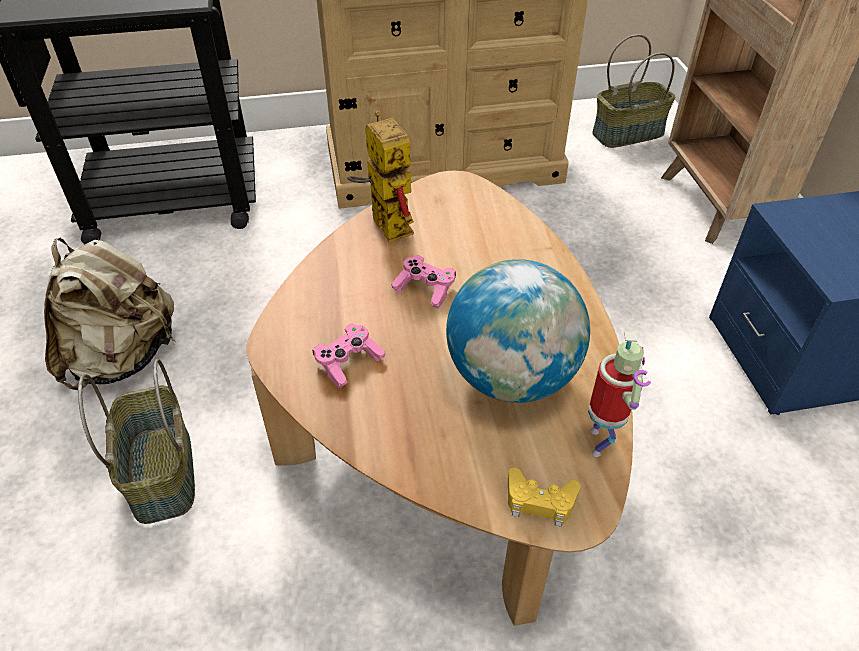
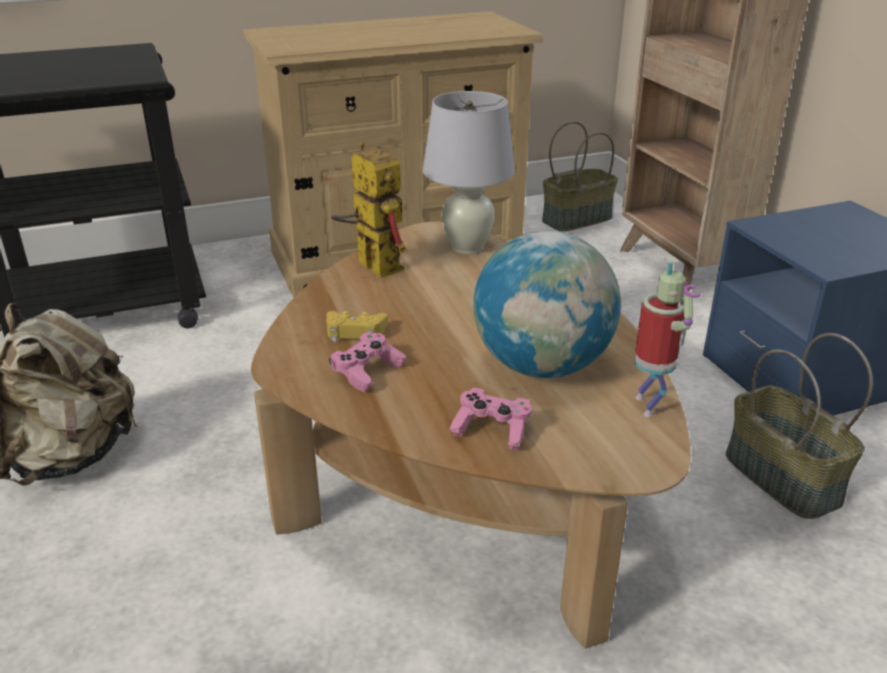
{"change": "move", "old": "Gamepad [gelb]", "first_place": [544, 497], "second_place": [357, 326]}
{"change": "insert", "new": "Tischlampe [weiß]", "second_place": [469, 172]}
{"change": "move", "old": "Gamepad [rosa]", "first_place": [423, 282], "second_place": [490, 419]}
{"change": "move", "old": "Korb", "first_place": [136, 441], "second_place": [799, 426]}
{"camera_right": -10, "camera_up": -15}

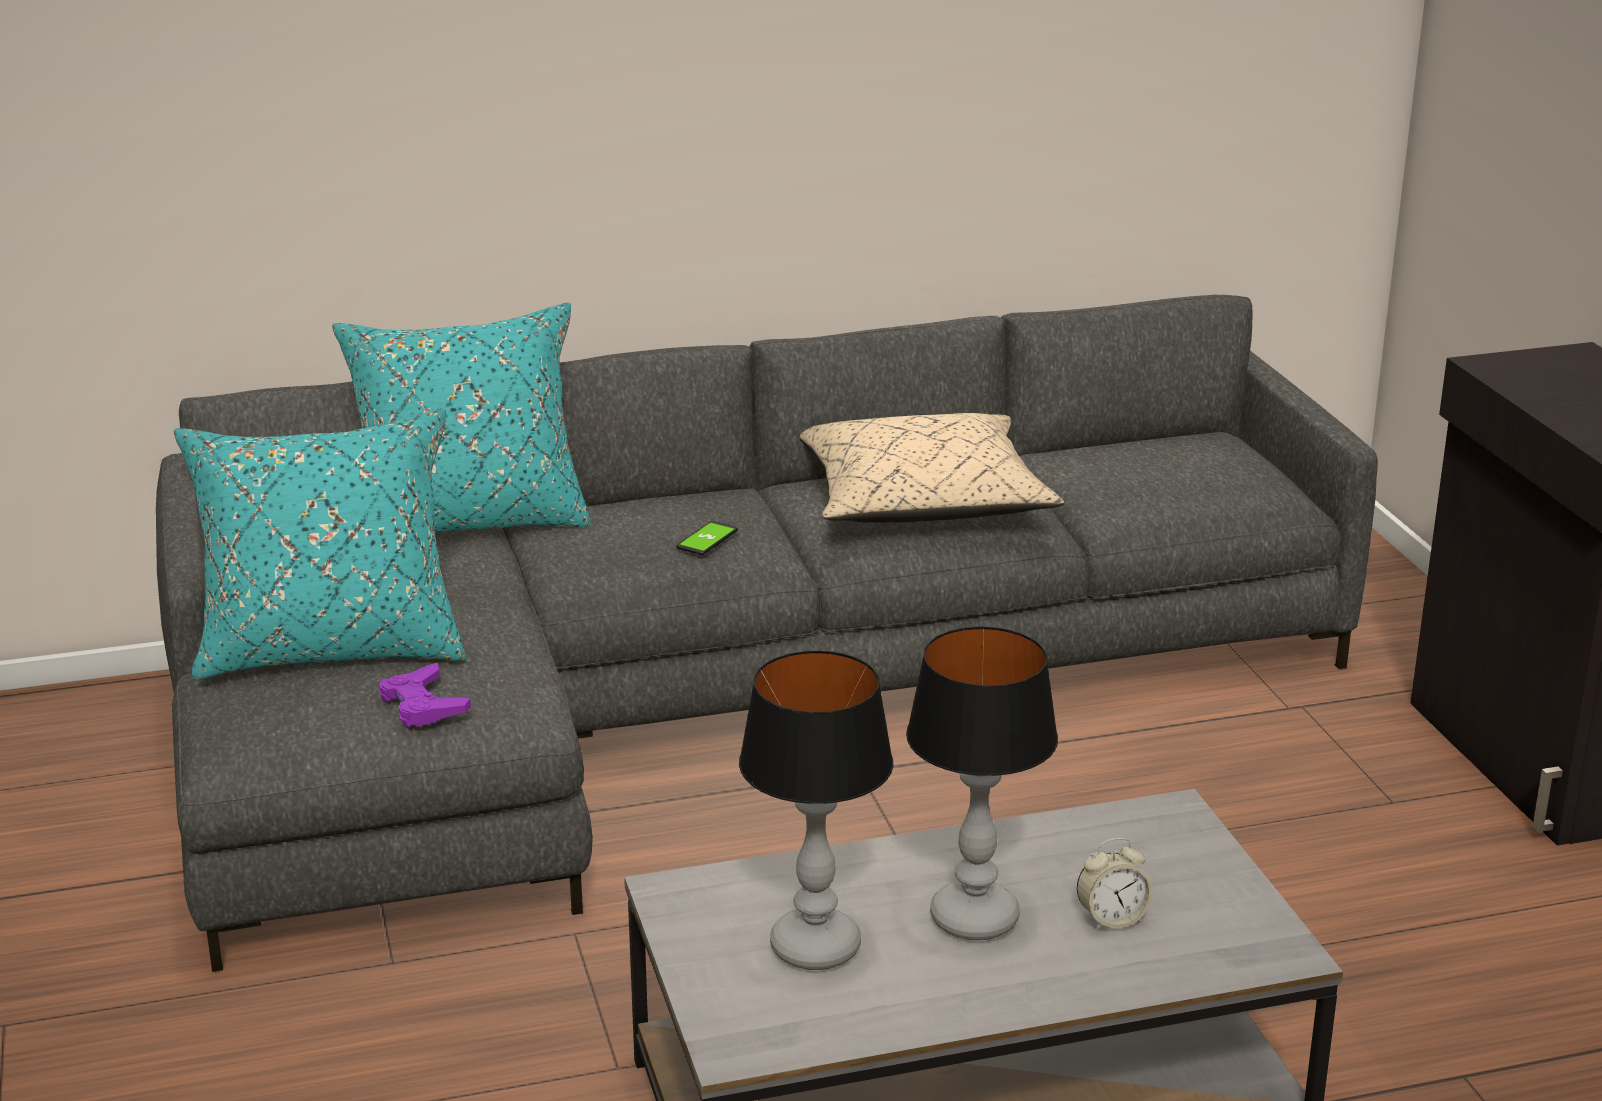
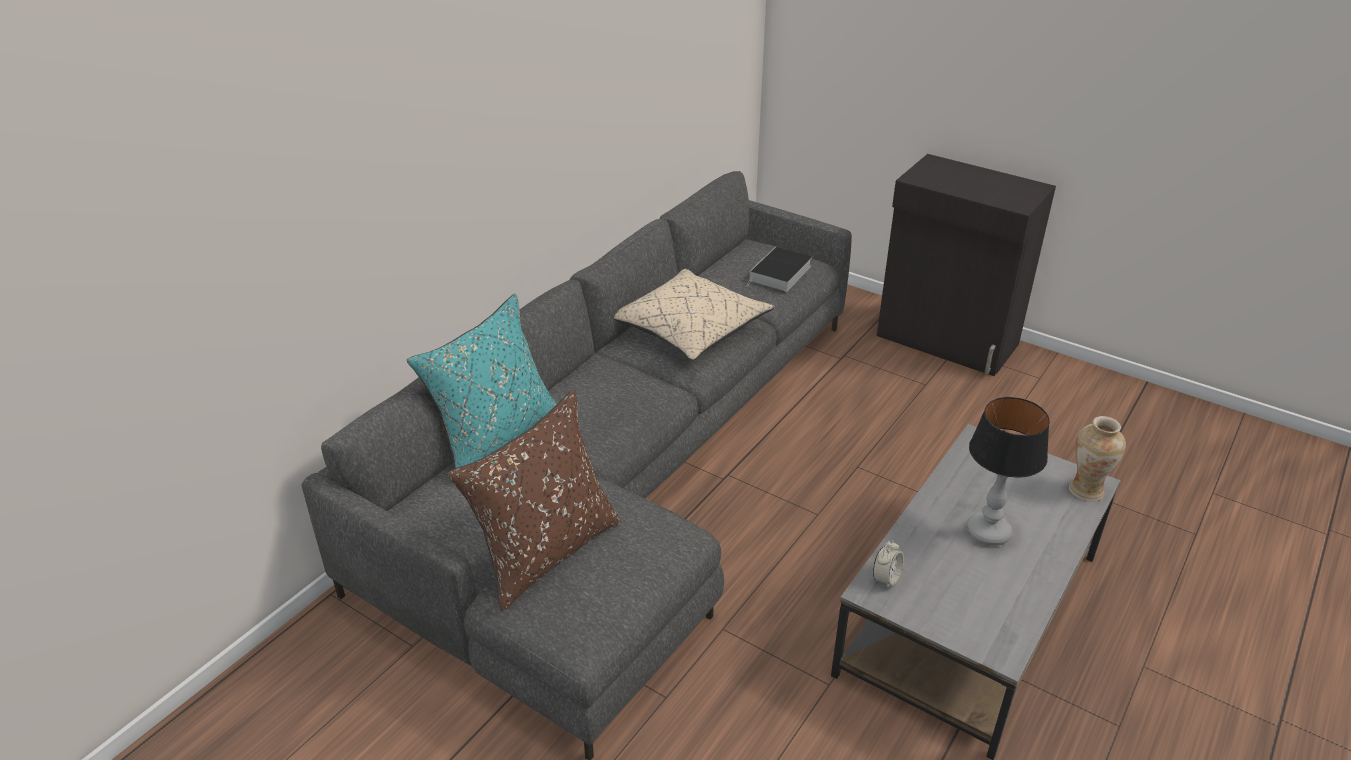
{"change": "recolor", "old": "Kissen [türkis]", "new": "Kissen [braun]", "first_place": [320, 543], "second_place": [533, 500]}
{"change": "insert", "new": "Buch", "second_place": [779, 269]}
{"change": "move", "old": "Wecker", "first_place": [1115, 884], "second_place": [888, 564]}
{"change": "insert", "new": "Vase", "second_place": [1097, 459]}
{"change": "delete", "old": "Gamepad [lila]", "first_place": [425, 695]}
{"change": "delete", "old": "Handy", "first_place": [707, 538]}
{"change": "delete", "old": "Tischlampe", "first_place": [816, 810]}
{"camera_right": -40, "camera_up": 10}

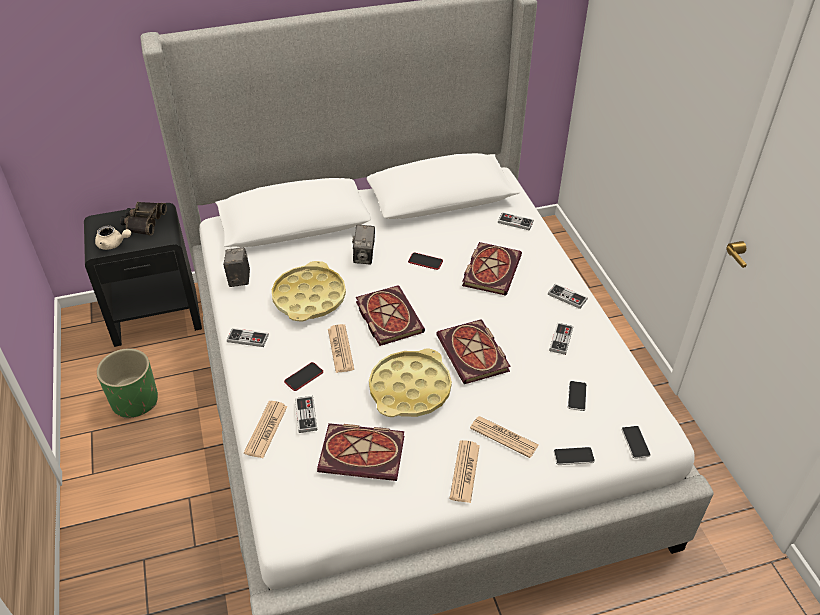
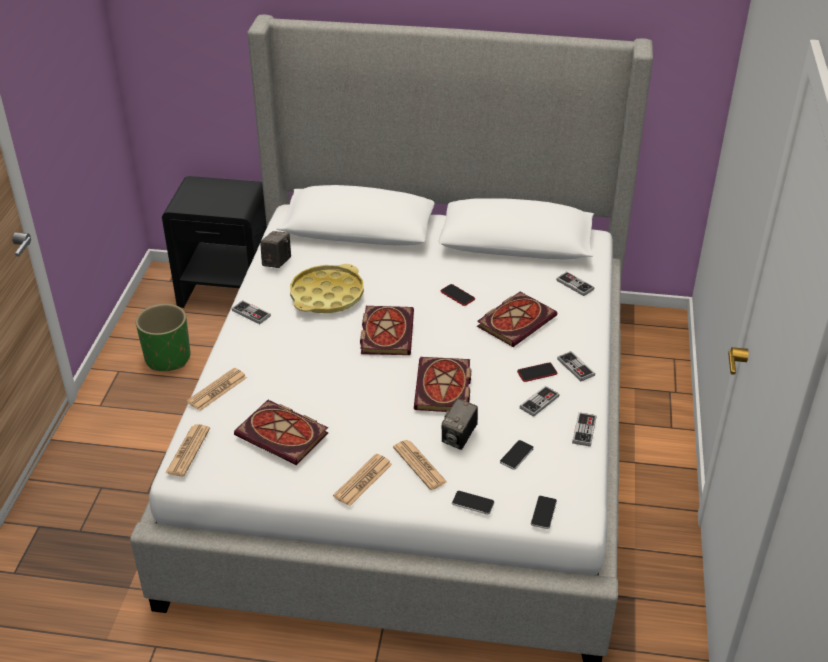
{"change": "move", "old": "Zeitung", "first_place": [341, 348], "second_place": [188, 450]}
{"change": "move", "old": "Kamera", "first_place": [363, 244], "second_place": [460, 424]}
{"change": "move", "old": "Handy", "first_place": [303, 376], "second_place": [537, 372]}
{"change": "move", "old": "Gamepad", "first_place": [306, 414], "second_place": [584, 429]}
{"change": "delete", "old": "Teekanne [beige]", "first_place": [113, 238]}
{"change": "delete", "old": "Fernglas", "first_place": [143, 219]}
{"change": "delete", "old": "Tablett [gelb]", "first_place": [410, 383]}
{"camera_right": 25, "camera_up": -5}

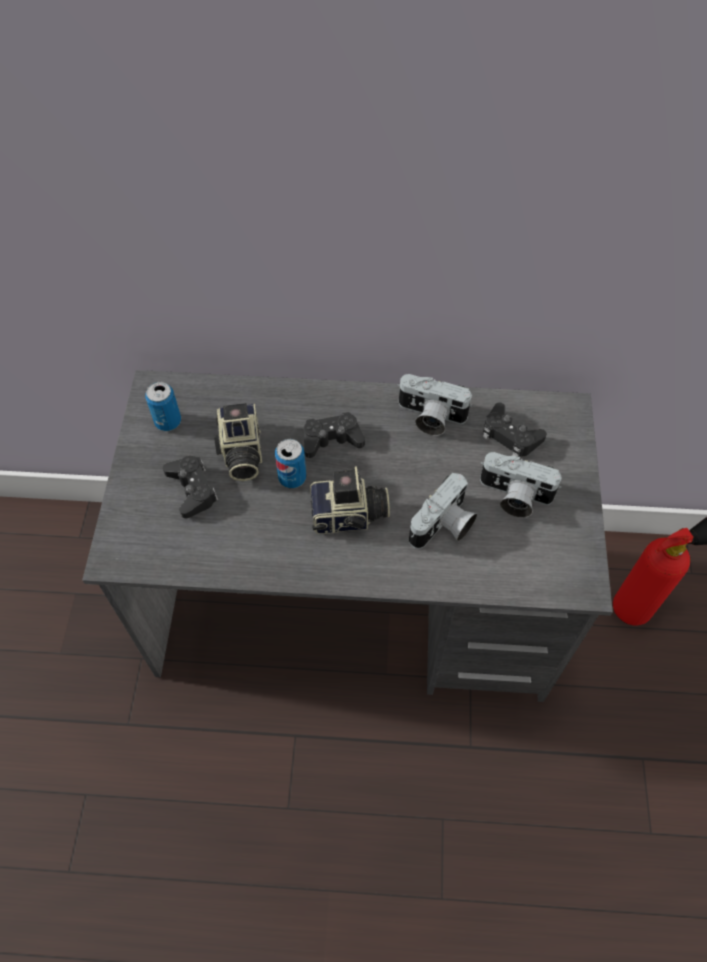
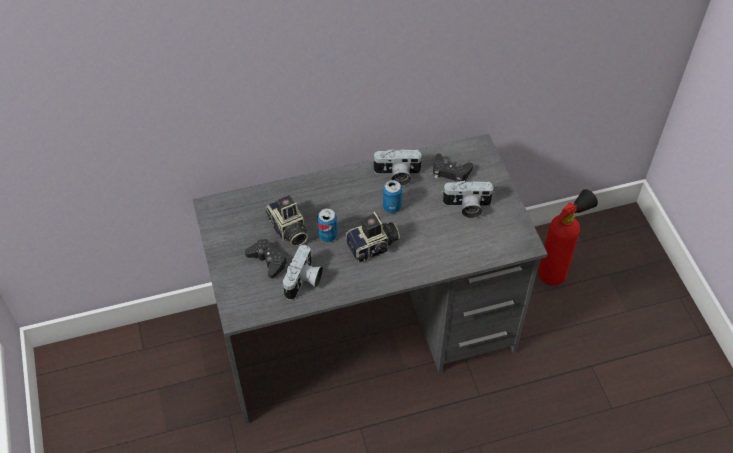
{"change": "move", "old": "Kamera", "first_place": [443, 511], "second_place": [303, 272]}
{"change": "move", "old": "Dose", "first_place": [163, 406], "second_place": [392, 196]}
{"change": "delete", "old": "Gamepad [schwarz]", "first_place": [334, 435]}
{"camera_right": -20, "camera_up": -5}

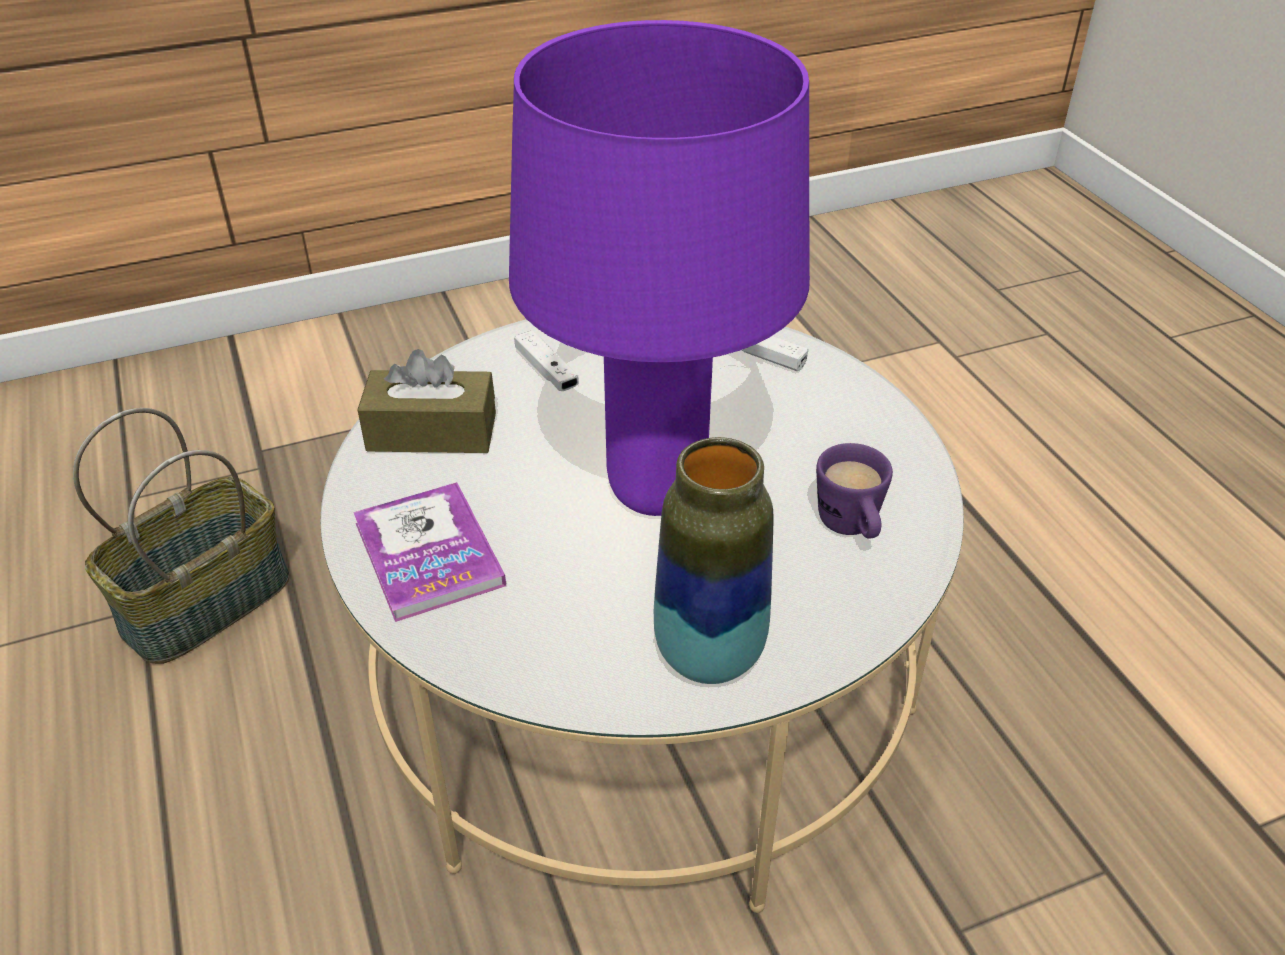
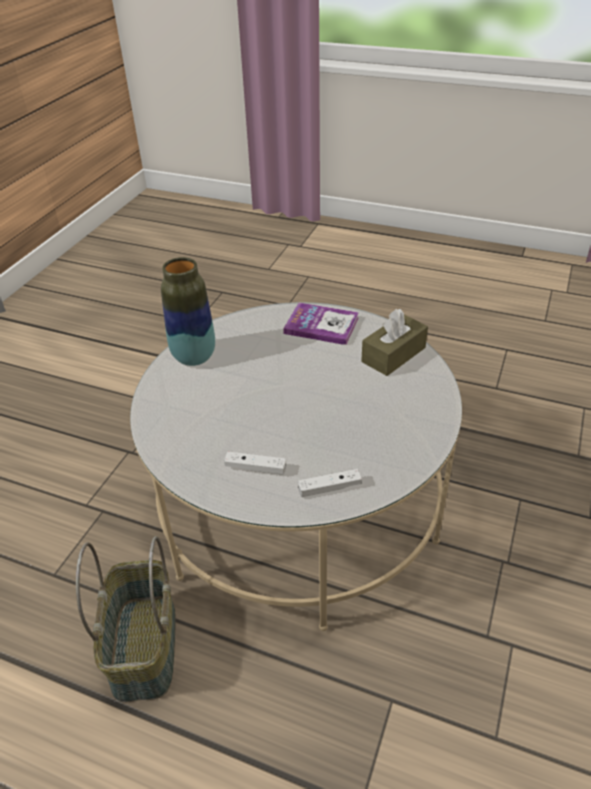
{"change": "move", "old": "Korb", "first_place": [181, 536], "second_place": [126, 619]}
{"change": "move", "old": "Gamepad [weiß]", "first_place": [546, 360], "second_place": [255, 463]}
{"change": "delete", "old": "Tischlampe [lila]", "first_place": [659, 268]}
{"change": "delete", "old": "Henkelbecher [lila]", "first_place": [854, 491]}
{"camera_right": 135, "camera_up": 0}

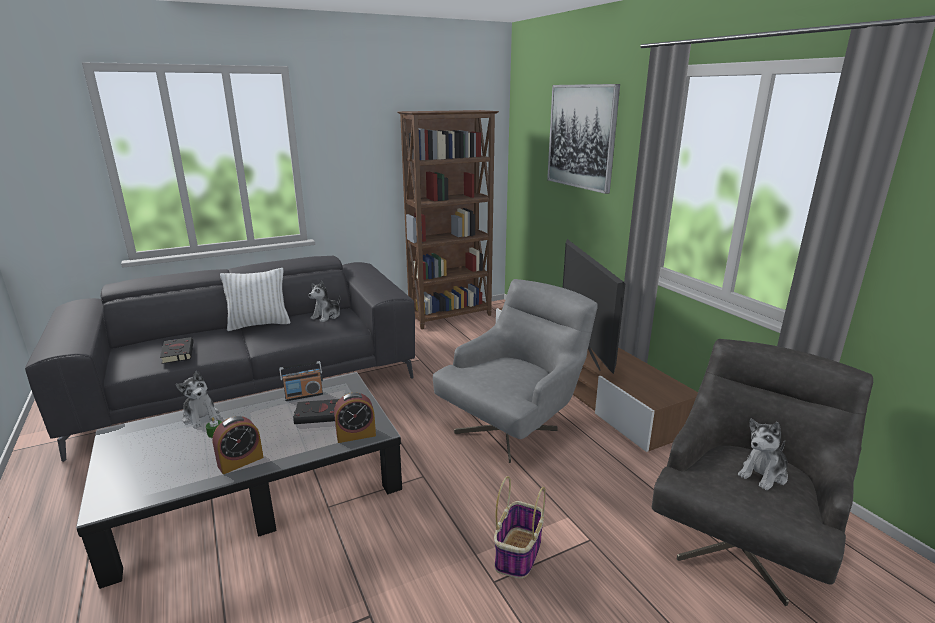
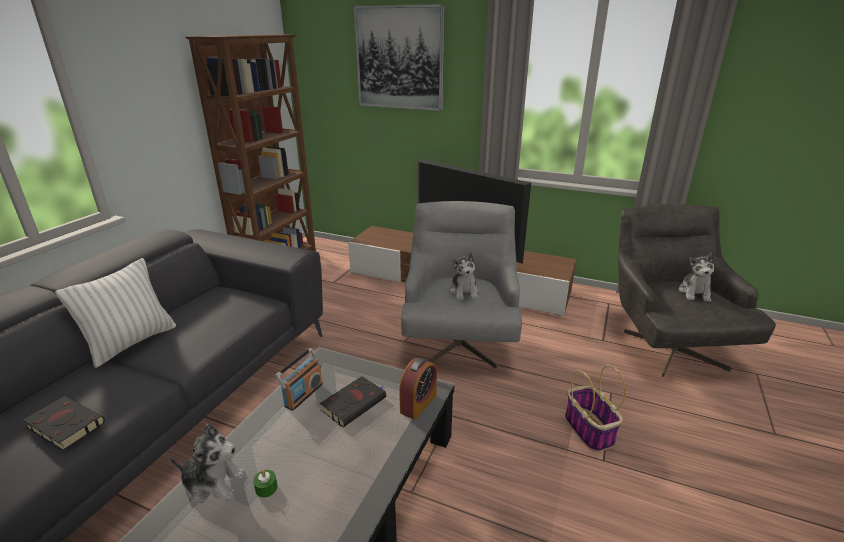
{"change": "move", "old": "Plüschtier", "first_place": [324, 301], "second_place": [464, 276]}
{"change": "delete", "old": "Wecker", "first_place": [237, 445]}
{"camera_right": -40, "camera_up": 5}

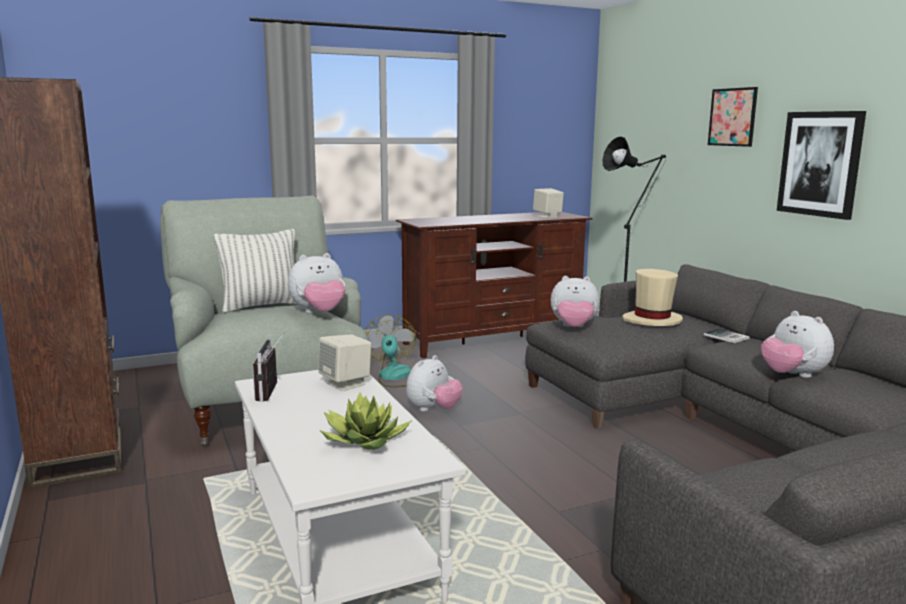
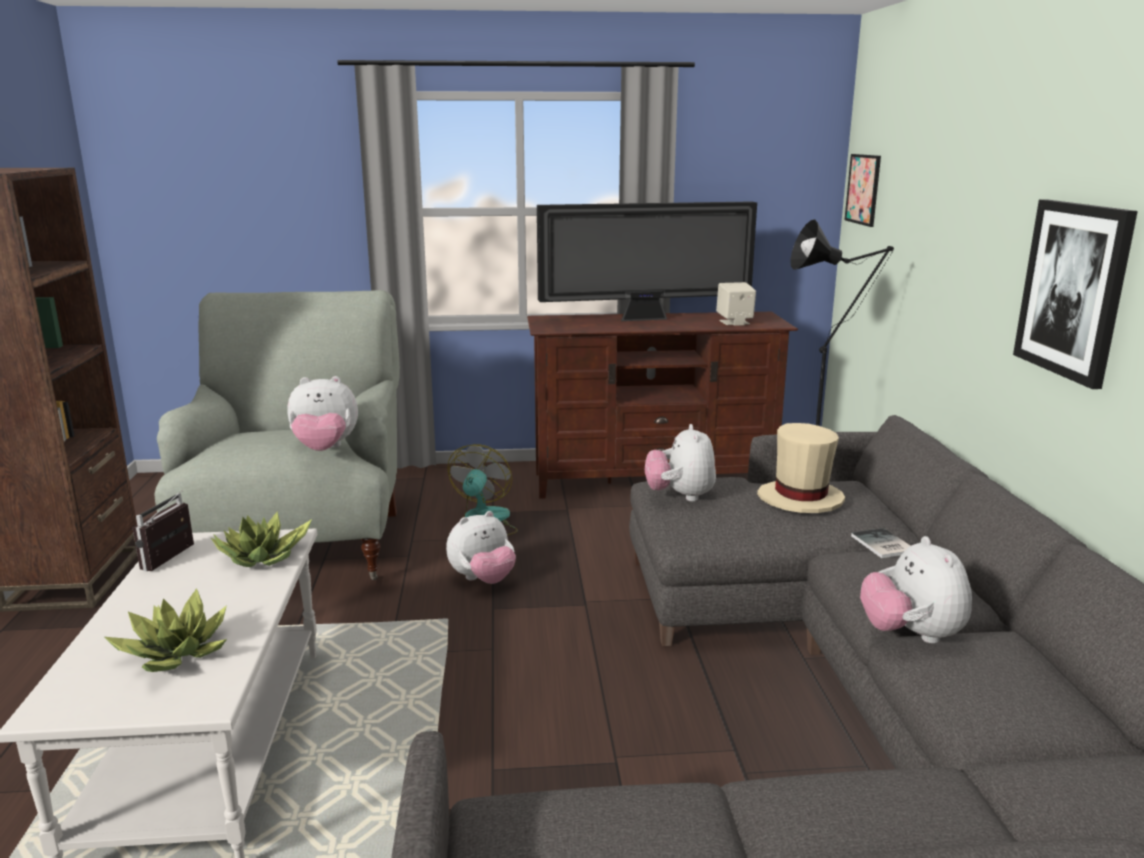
{"change": "replace", "old": "Lautsprecher [beige]", "new": "Topfpflanze", "first_place": [344, 362], "second_place": [261, 539]}
{"change": "insert", "new": "Fernseher", "second_place": [647, 261]}
{"change": "rotate", "old": "Plüschtier", "first_place": [575, 301], "second_place": [680, 463], "degrees": 60}
{"change": "move", "old": "Bild", "first_place": [733, 117], "second_place": [863, 190]}
{"change": "delete", "old": "Kissen", "first_place": [255, 271]}
{"camera_right": 20, "camera_up": 5}

